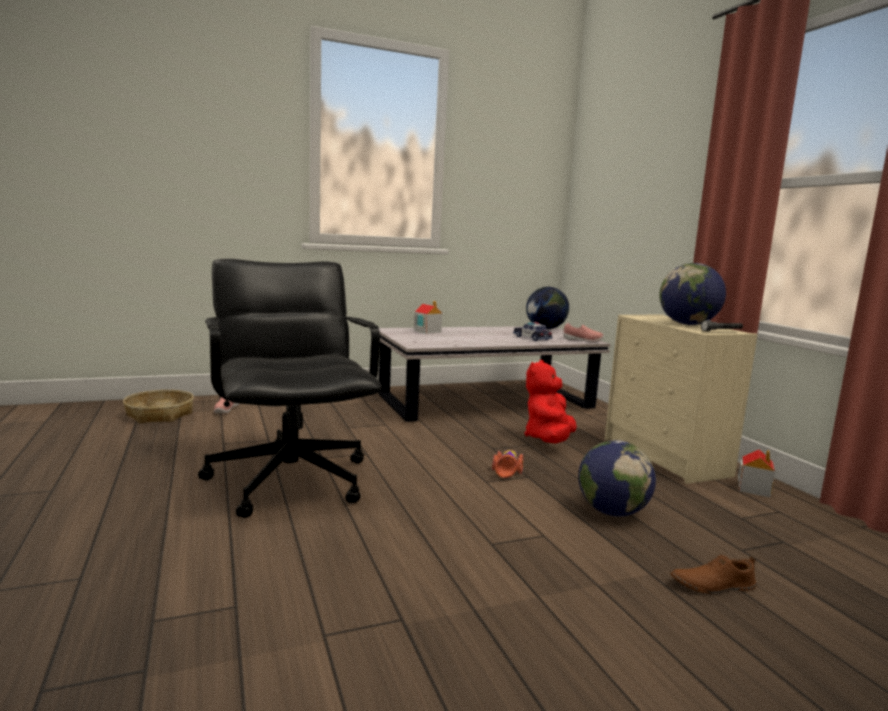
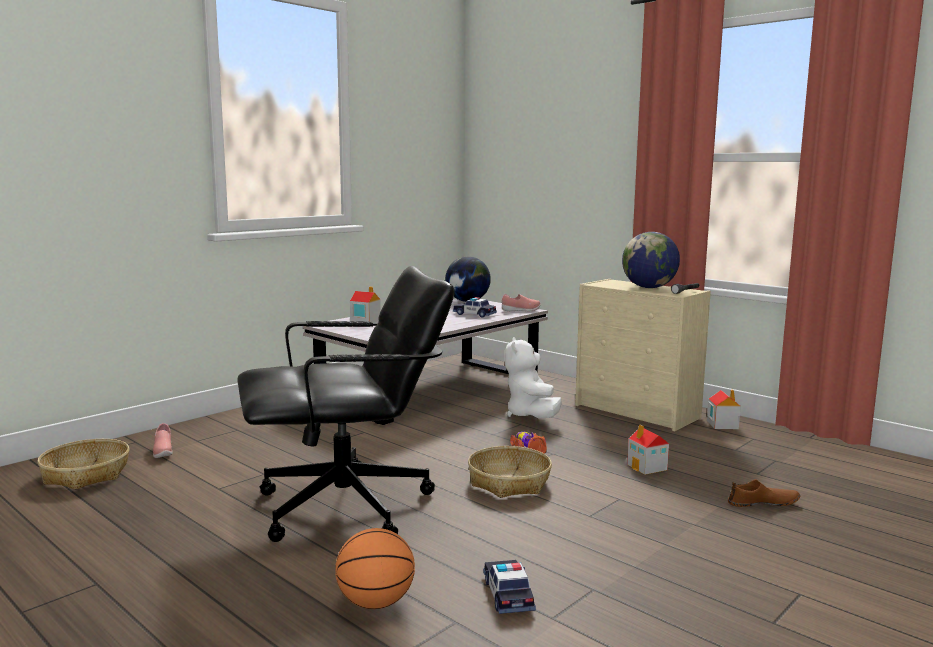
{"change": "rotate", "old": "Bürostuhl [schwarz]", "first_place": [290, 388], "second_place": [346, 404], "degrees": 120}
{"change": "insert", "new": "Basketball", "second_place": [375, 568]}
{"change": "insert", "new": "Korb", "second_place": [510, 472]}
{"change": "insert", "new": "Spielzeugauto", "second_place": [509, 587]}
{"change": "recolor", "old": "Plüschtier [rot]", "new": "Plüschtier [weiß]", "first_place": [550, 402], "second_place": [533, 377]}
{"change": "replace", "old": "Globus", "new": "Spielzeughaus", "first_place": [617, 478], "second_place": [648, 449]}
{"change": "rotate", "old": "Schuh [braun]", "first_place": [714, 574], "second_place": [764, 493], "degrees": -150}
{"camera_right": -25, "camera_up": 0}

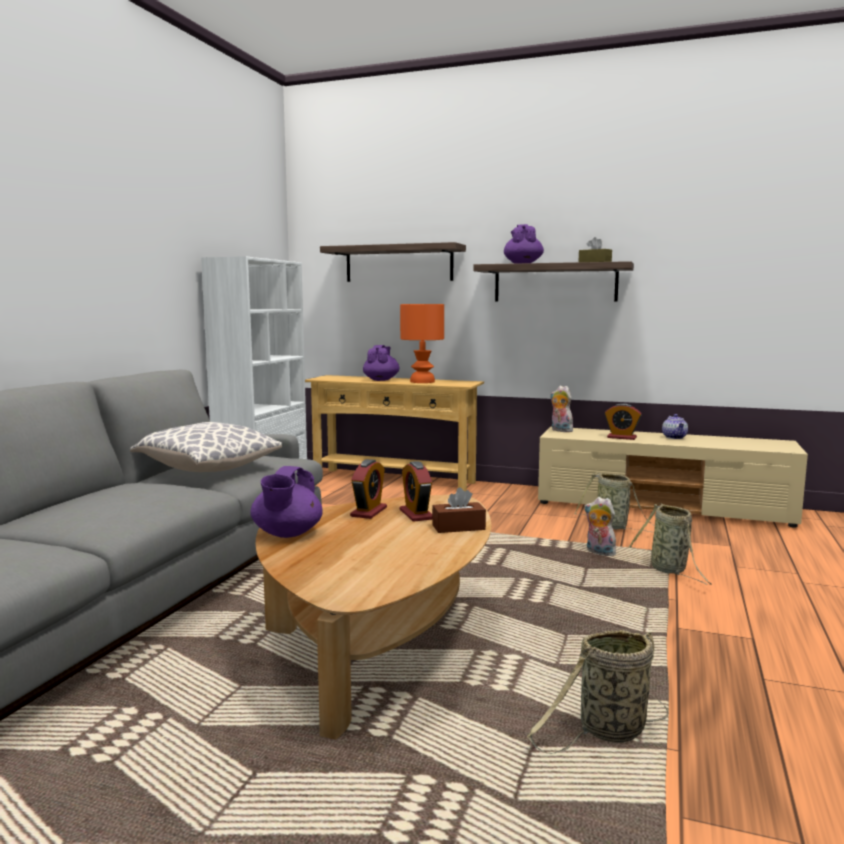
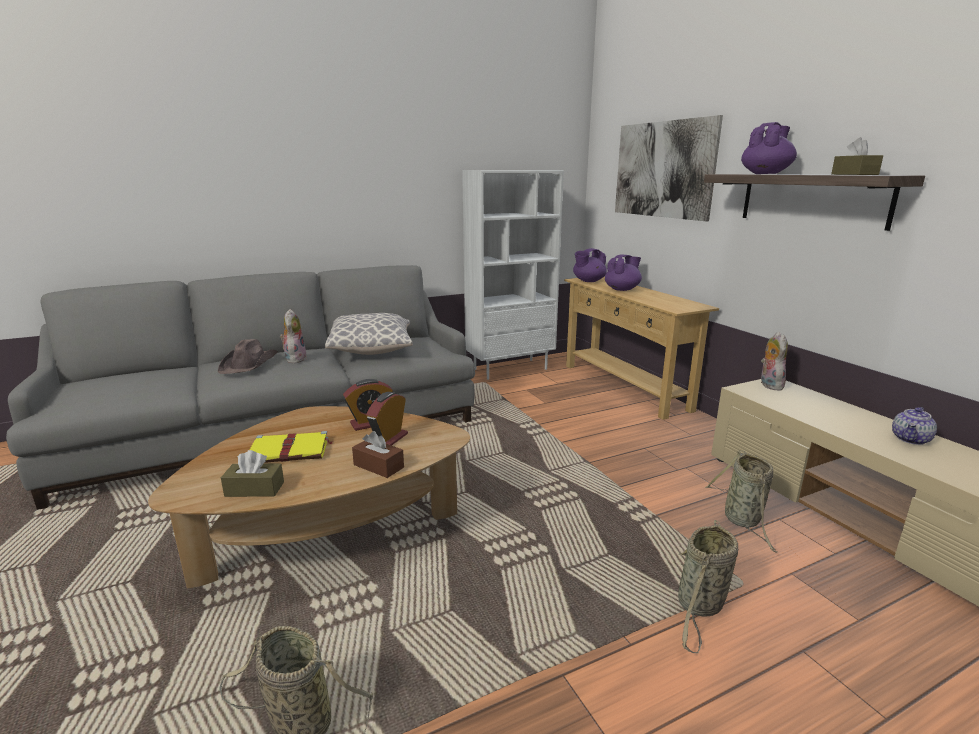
{"change": "insert", "new": "Hut [braun]", "second_place": [248, 356]}
{"change": "insert", "new": "Taschentuchbox [braun]", "second_place": [252, 473]}
{"change": "insert", "new": "Buch [gelb]", "second_place": [292, 447]}
{"change": "move", "old": "Plüschtier", "first_place": [600, 526], "second_place": [293, 336]}
{"change": "move", "old": "Teekanne [lila]", "first_place": [286, 502], "second_place": [590, 265]}
{"change": "replace", "old": "Wandregal", "new": "Bild", "first_place": [393, 262], "second_place": [669, 168]}
{"change": "delete", "old": "Tischlampe [orange]", "first_place": [422, 343]}
{"change": "delete", "old": "Wecker", "first_place": [623, 421]}
{"camera_right": 45, "camera_up": 10}

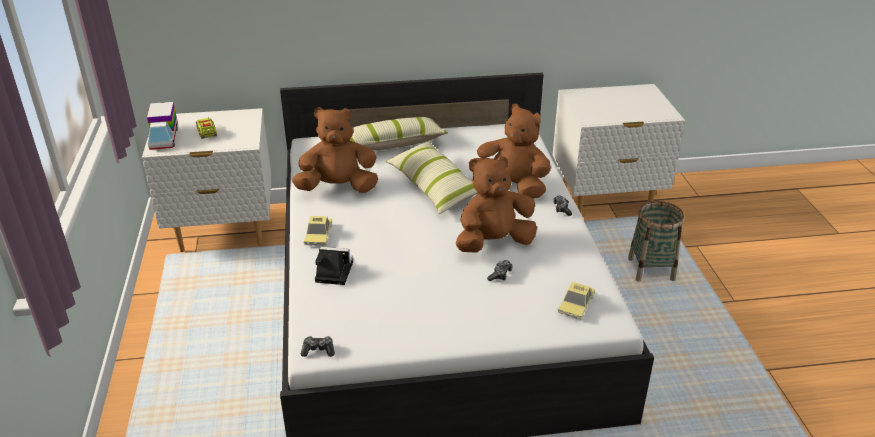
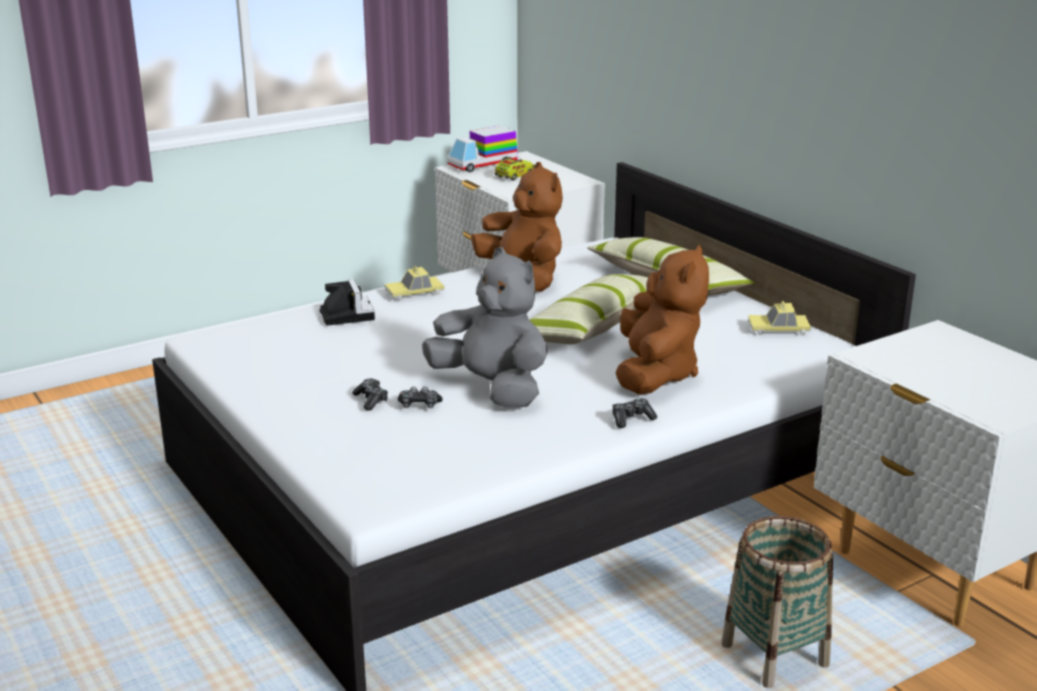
{"change": "move", "old": "Gamepad", "first_place": [318, 346], "second_place": [370, 395]}
{"change": "recolor", "old": "Plüschtier [braun]", "new": "Plüschtier [grau]", "first_place": [496, 204], "second_place": [485, 327]}
{"change": "move", "old": "Spielzeugauto", "first_place": [576, 300], "second_place": [779, 318]}
{"camera_right": 65, "camera_up": -10}

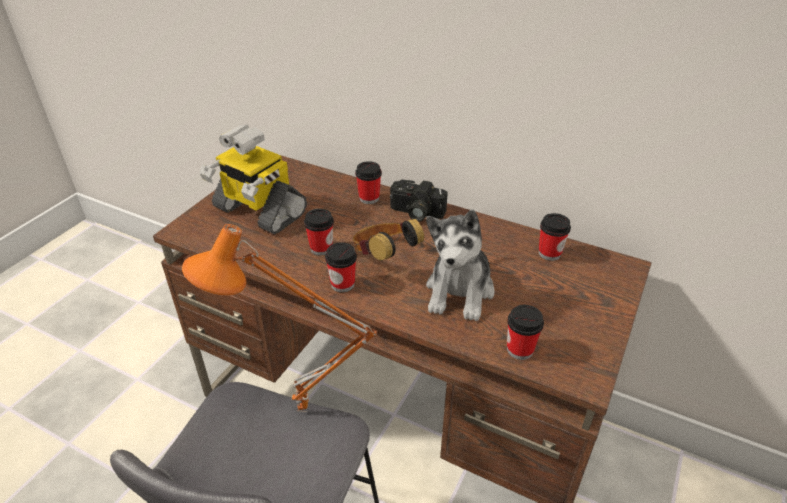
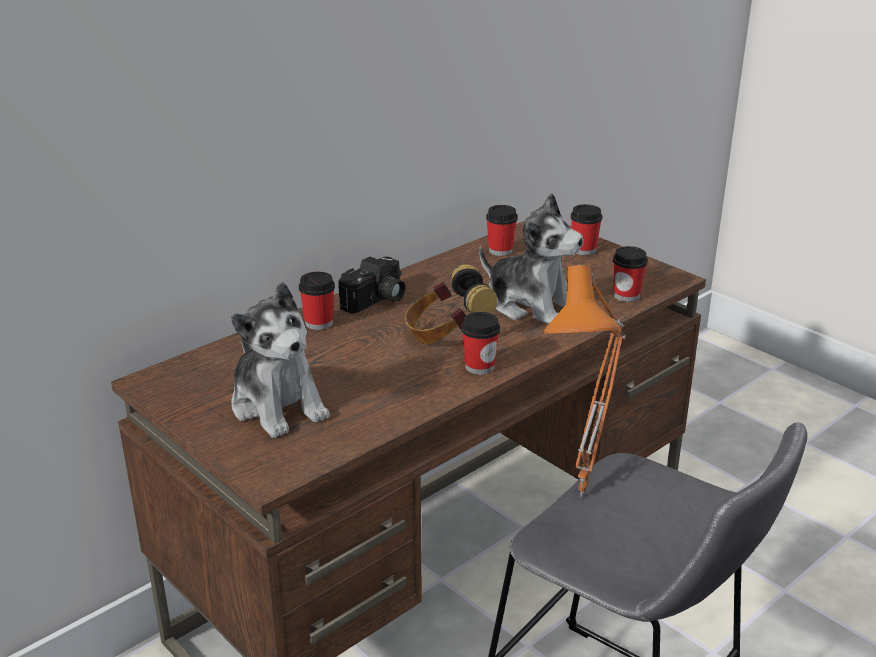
{"change": "replace", "old": "Spielzeugroboter", "new": "Plüschtier", "first_place": [253, 179], "second_place": [280, 360]}
{"change": "move", "old": "Tasse", "first_place": [319, 231], "second_place": [586, 229]}
{"camera_right": -70, "camera_up": -10}

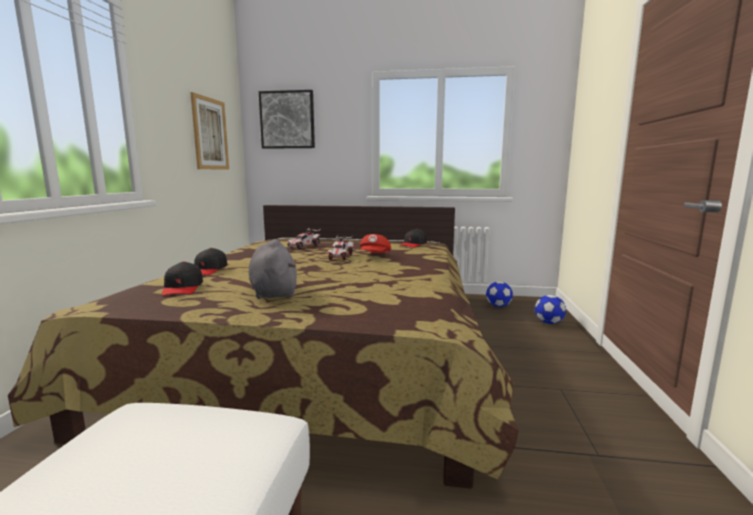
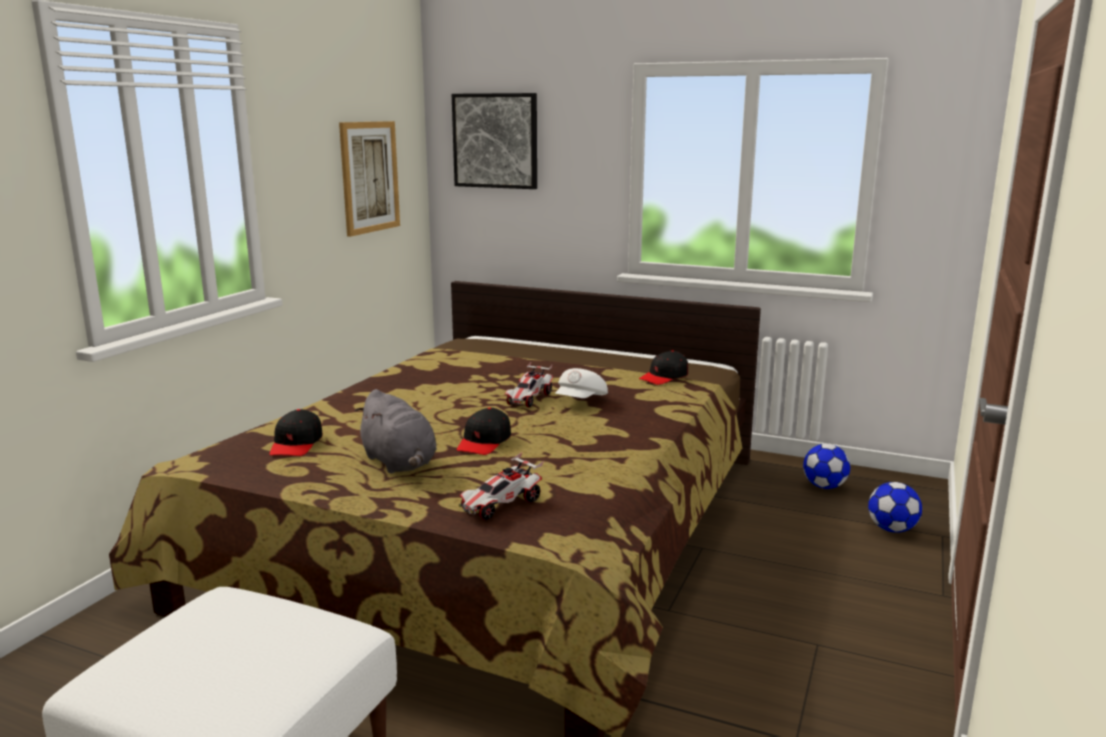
{"change": "rotate", "old": "Plüschtier [grau]", "first_place": [273, 269], "second_place": [396, 431], "degrees": 150}
{"change": "move", "old": "Kappe [schwarz]", "first_place": [210, 261], "second_place": [484, 431]}
{"change": "move", "old": "Spielzeugauto", "first_place": [304, 238], "second_place": [501, 486]}
{"change": "recolor", "old": "Kappe [rot]", "new": "Kappe [weiß]", "first_place": [375, 243], "second_place": [581, 383]}
{"camera_right": 15, "camera_up": 5}

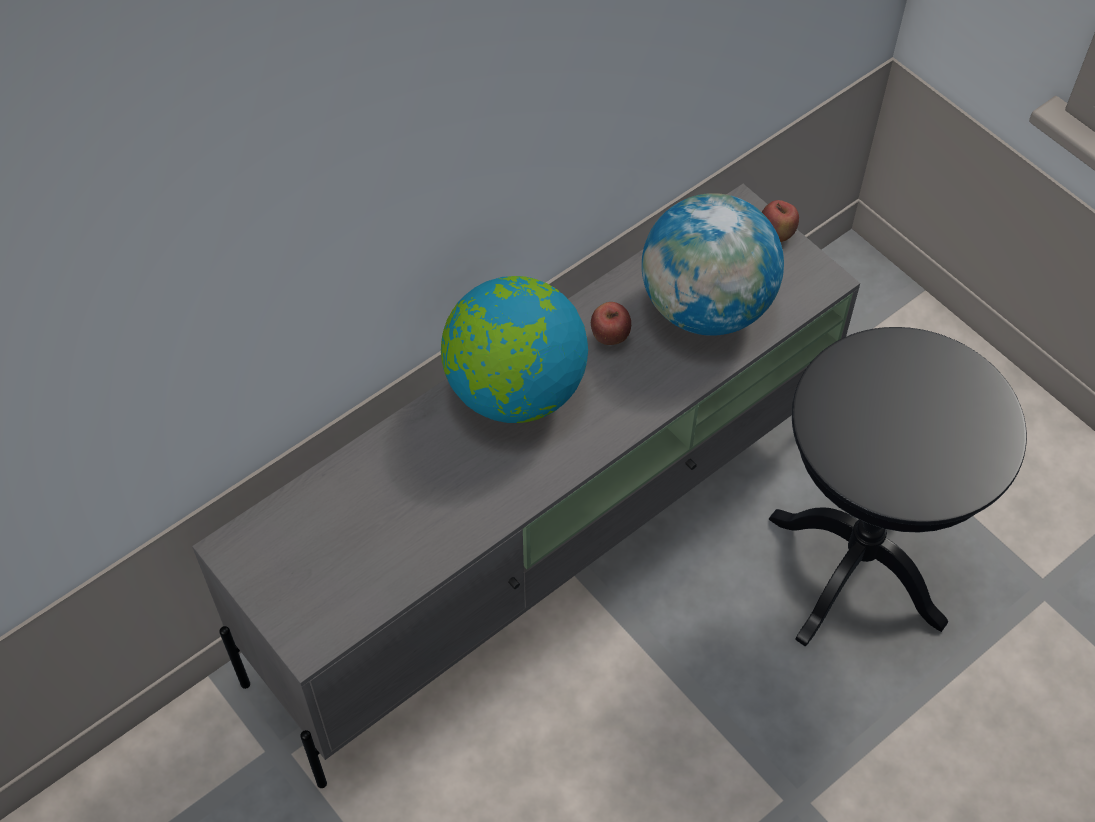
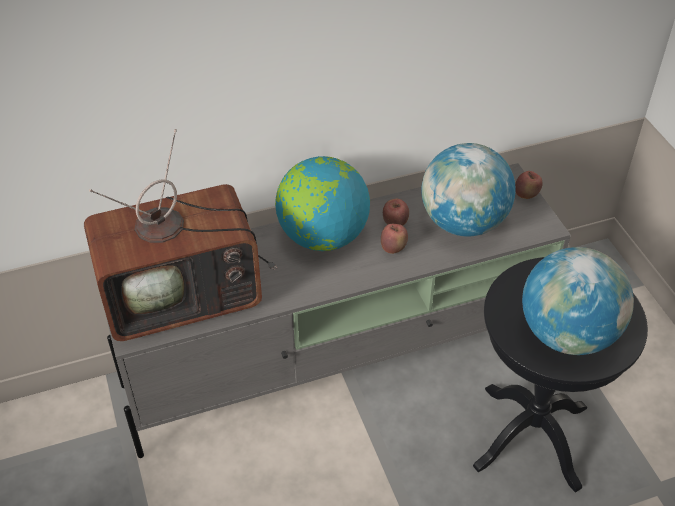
{"change": "insert", "new": "Fernseher", "second_place": [180, 235]}
{"change": "insert", "new": "Apfel", "second_place": [394, 239]}
{"change": "insert", "new": "Globus", "second_place": [578, 301]}
{"camera_right": 20, "camera_up": -10}

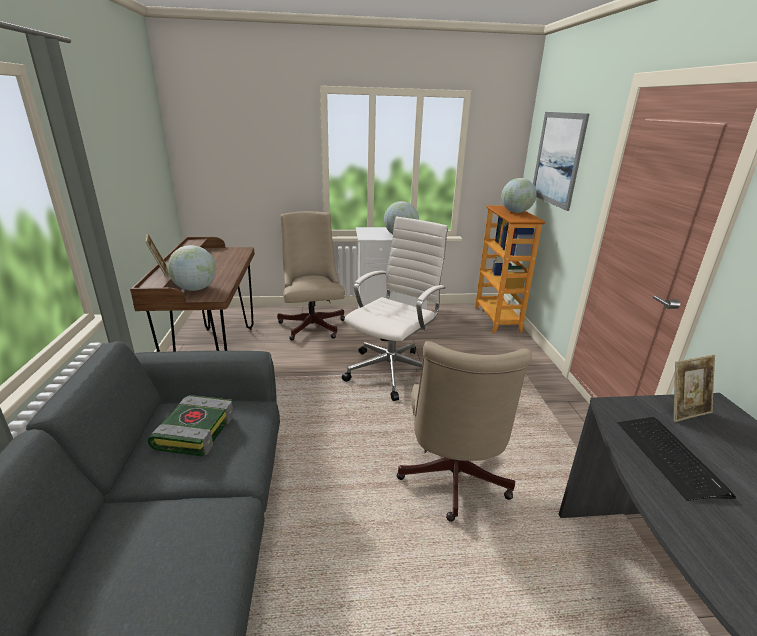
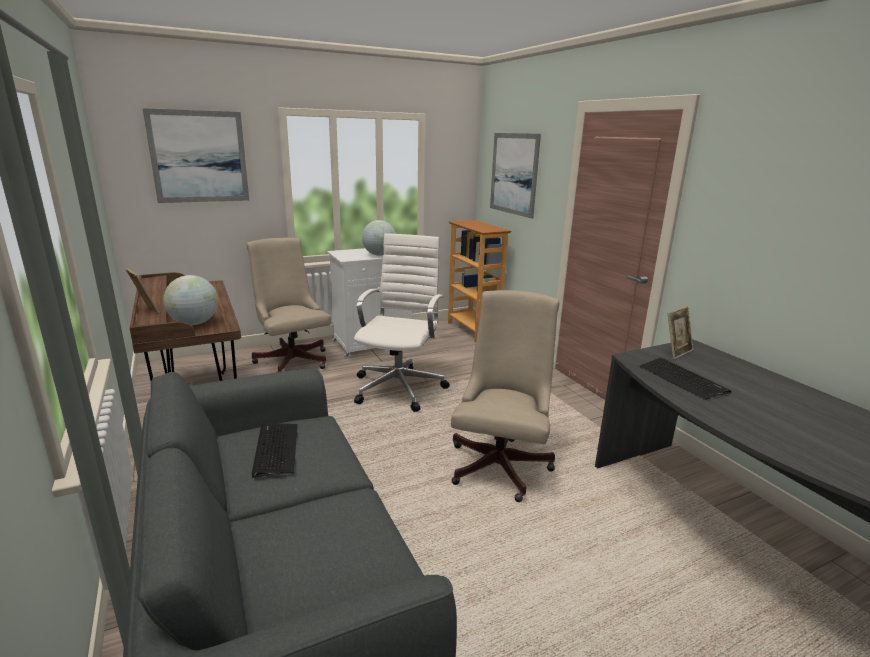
{"change": "insert", "new": "Bild", "second_place": [196, 155]}
{"change": "replace", "old": "Buch", "new": "Tastatur", "first_place": [191, 425], "second_place": [275, 450]}
{"change": "rotate", "old": "Bürostuhl [beige]", "first_place": [464, 431], "second_place": [505, 396], "degrees": -150}
{"change": "delete", "old": "Globus", "first_place": [519, 195]}
{"camera_right": -20, "camera_up": -5}

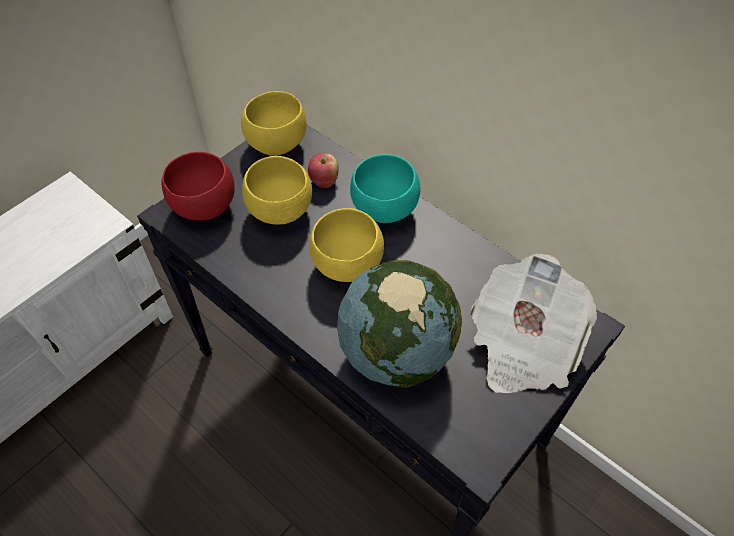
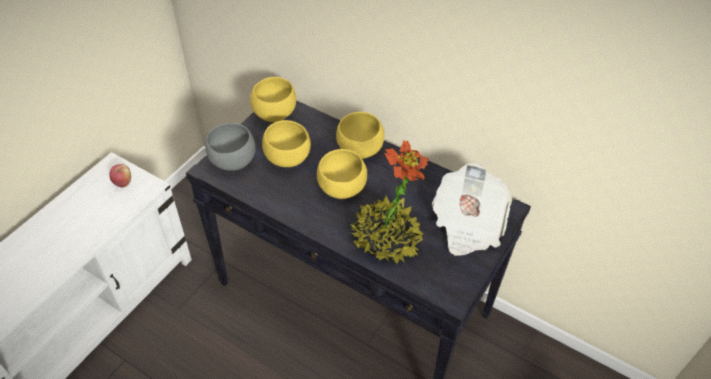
{"change": "move", "old": "Apfel", "first_place": [323, 170], "second_place": [120, 175]}
{"change": "recolor", "old": "Schüssel [rot]", "new": "Schüssel [grau]", "first_place": [198, 186], "second_place": [230, 147]}
{"change": "recolor", "old": "Schüssel [türkis]", "new": "Schüssel [gelb]", "first_place": [385, 188], "second_place": [360, 135]}
{"change": "replace", "old": "Globus", "new": "Topfpflanze", "first_place": [399, 324], "second_place": [390, 202]}
{"camera_right": -10, "camera_up": -5}

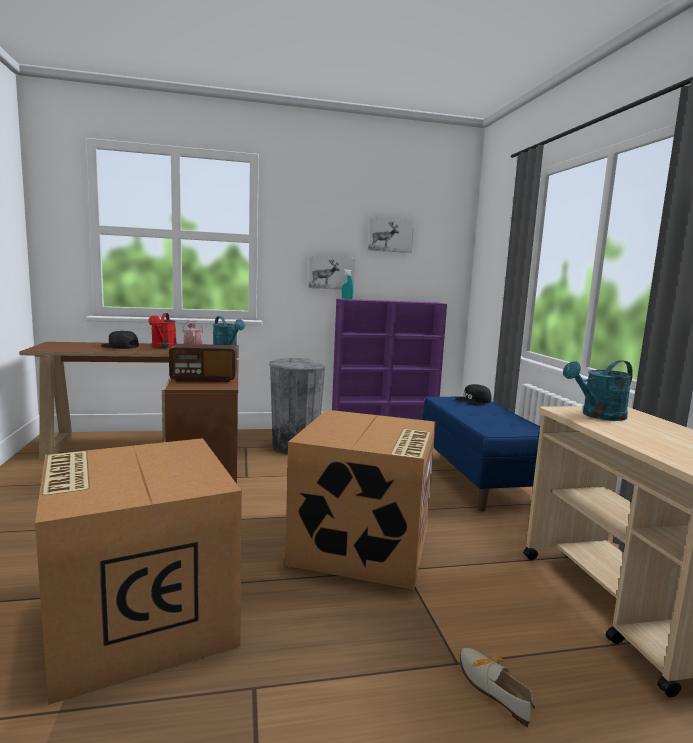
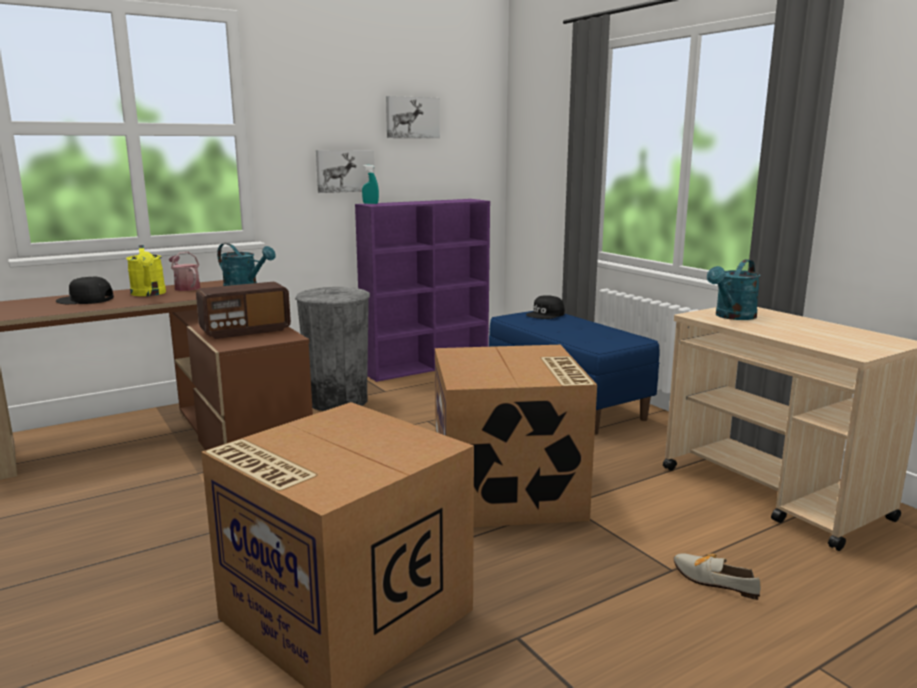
{"change": "recolor", "old": "Gießkanne [rot]", "new": "Gießkanne [gelb]", "first_place": [162, 330], "second_place": [146, 270]}
{"camera_right": -20, "camera_up": 5}

